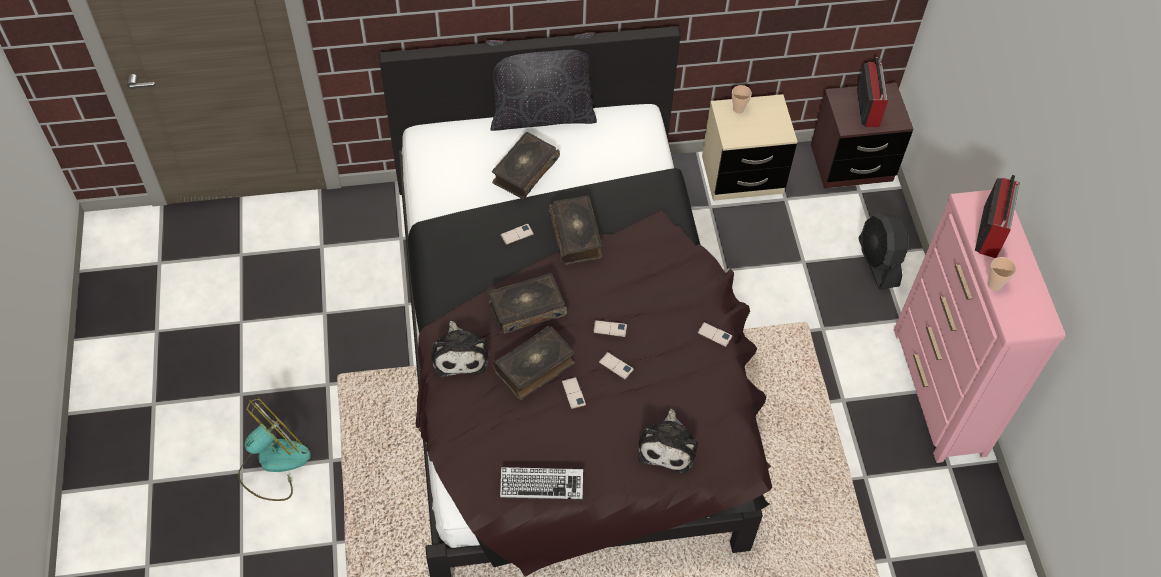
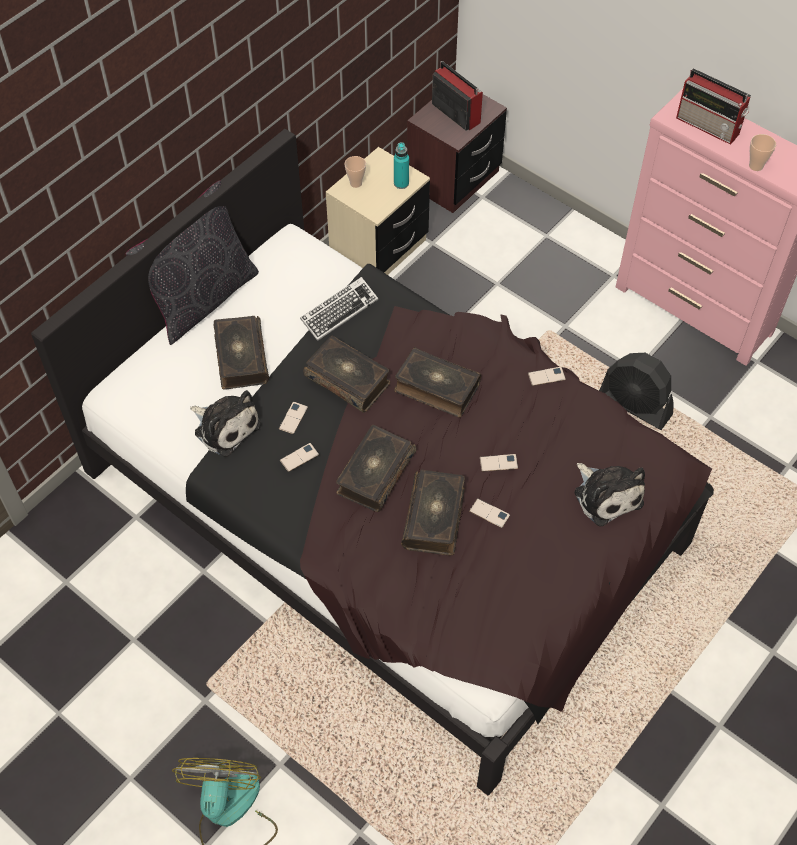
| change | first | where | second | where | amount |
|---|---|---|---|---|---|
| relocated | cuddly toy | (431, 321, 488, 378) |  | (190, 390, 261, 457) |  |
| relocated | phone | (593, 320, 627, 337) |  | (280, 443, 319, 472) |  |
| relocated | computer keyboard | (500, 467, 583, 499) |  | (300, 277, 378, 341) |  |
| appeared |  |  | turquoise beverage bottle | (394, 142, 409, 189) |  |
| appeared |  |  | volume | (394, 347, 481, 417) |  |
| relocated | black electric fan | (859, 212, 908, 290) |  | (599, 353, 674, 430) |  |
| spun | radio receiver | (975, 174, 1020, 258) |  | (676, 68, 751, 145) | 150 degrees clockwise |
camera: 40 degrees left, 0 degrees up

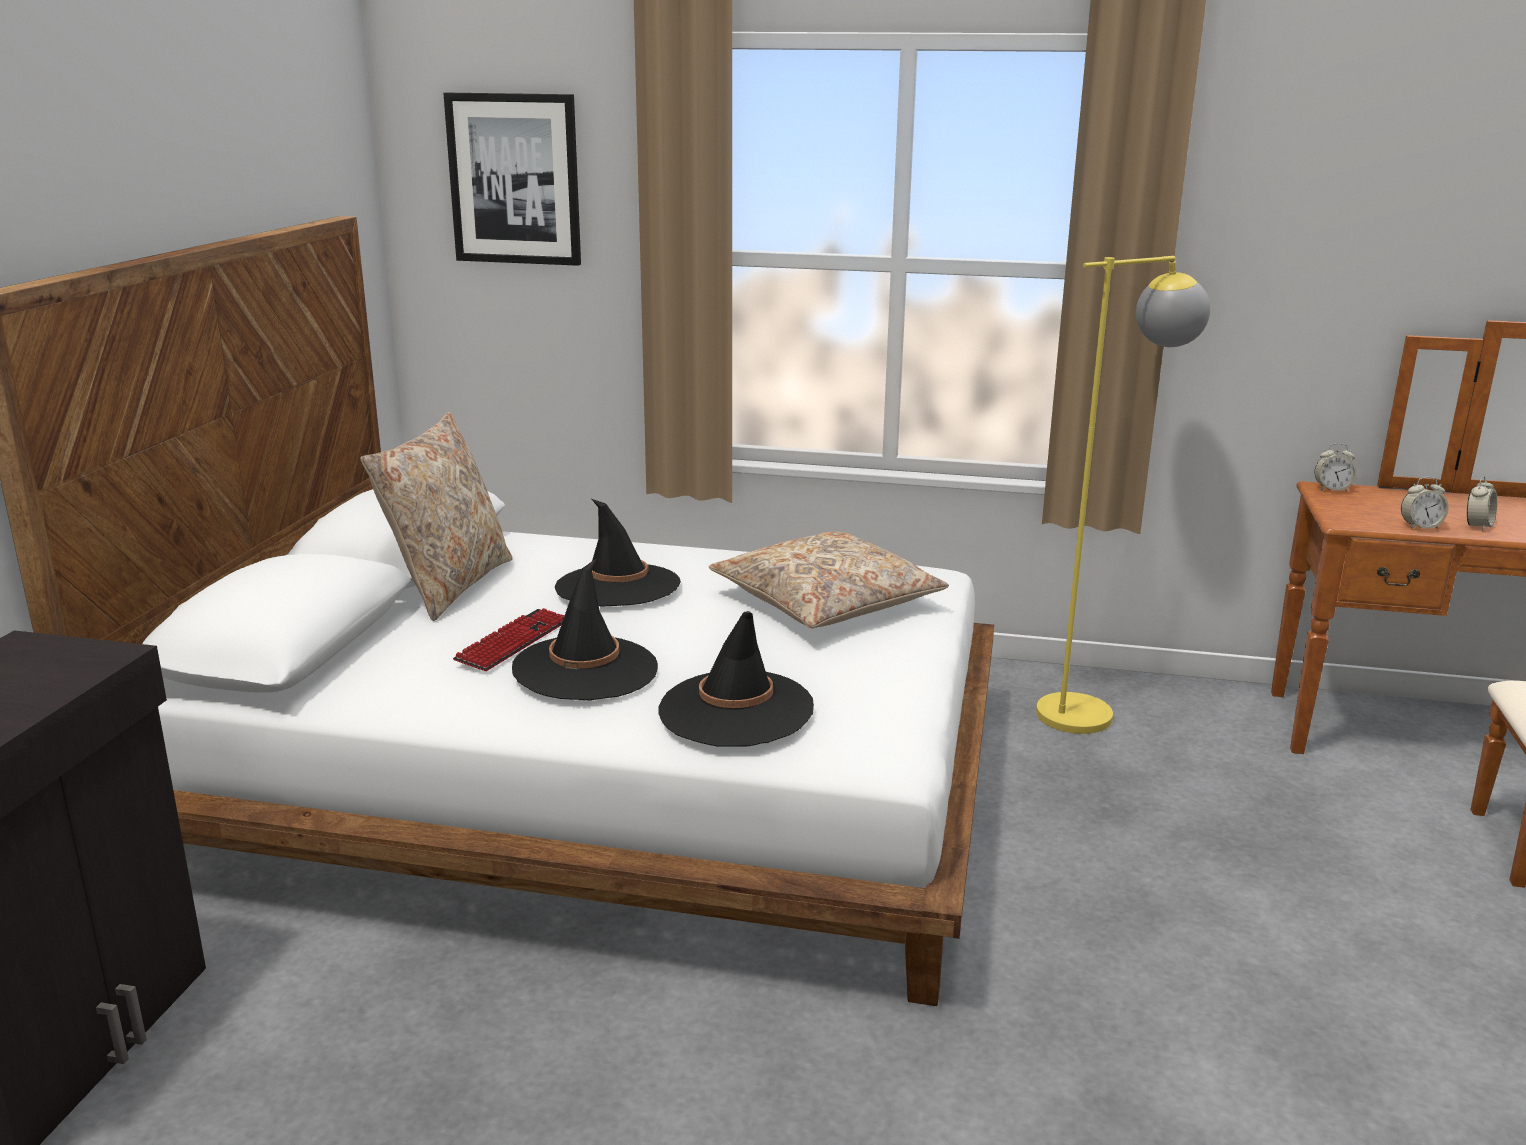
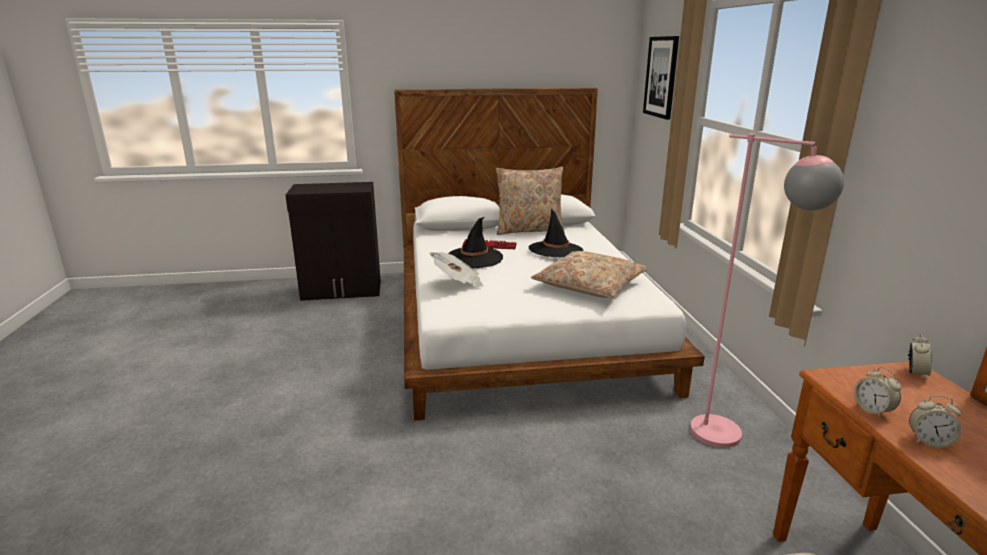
| change | first | where | second | where | amount |
|---|---|---|---|---|---|
| exchanged | black clothing hat | (659, 611, 814, 747) | printed paper | (429, 252, 484, 287) |  |
| colour | yellow-coloured standing lamp | (1036, 256, 1210, 734) | pink-coloured standing lamp | (690, 134, 844, 448) |  |
| spun | table clock | (1314, 443, 1357, 492) |  | (908, 333, 932, 380) | 135 degrees counterclockwise |
camera: 70 degrees right, 0 degrees up

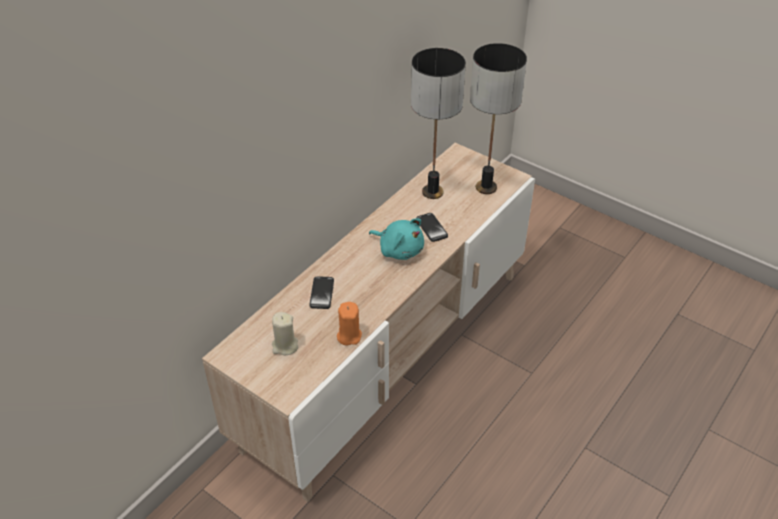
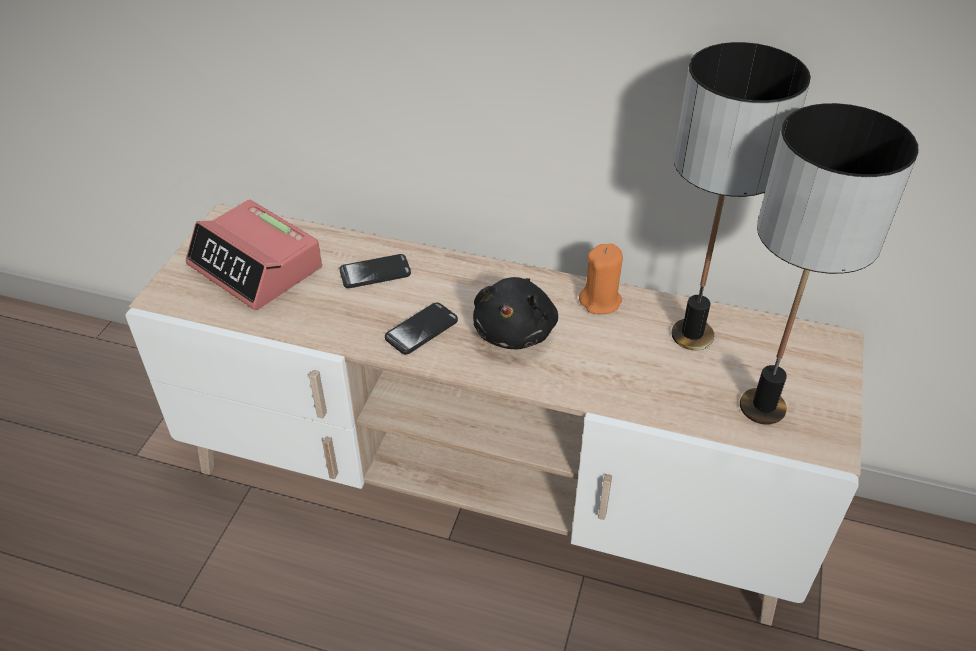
| change | first | where | second | where | amount |
|---|---|---|---|---|---|
| exchanged | beige-coloured candle | (272, 312, 298, 355) | table clock | (186, 200, 322, 310) |  |
| relocated | phone | (416, 213, 448, 242) |  | (385, 303, 458, 354) |  |
| colour | turquoise cuddly toy | (369, 218, 424, 260) | black cuddly toy | (473, 277, 558, 349) |  |
| relocated | orange-coloured candle | (337, 302, 362, 346) |  | (579, 243, 623, 314) |  |
camera: 70 degrees right, 0 degrees up

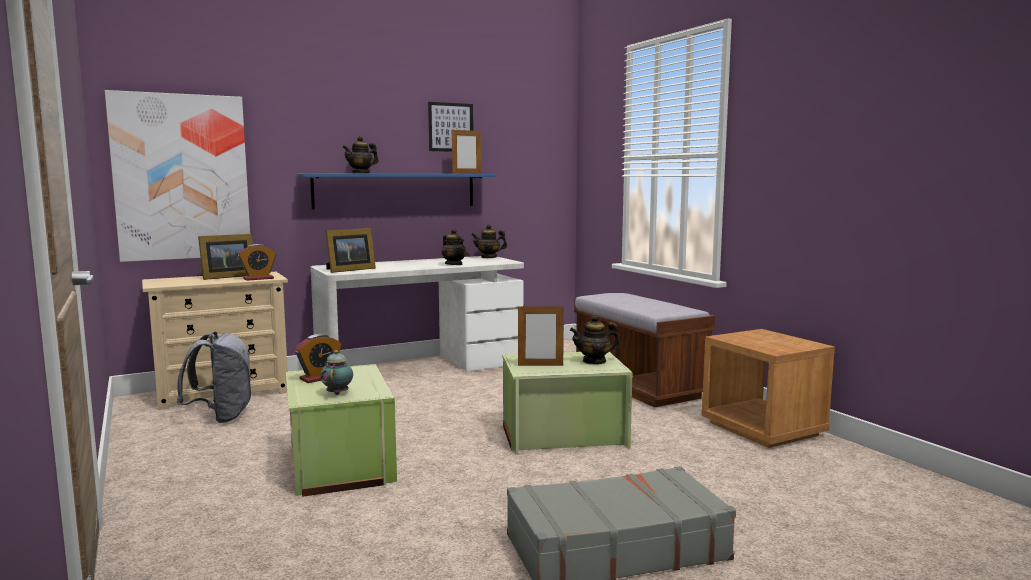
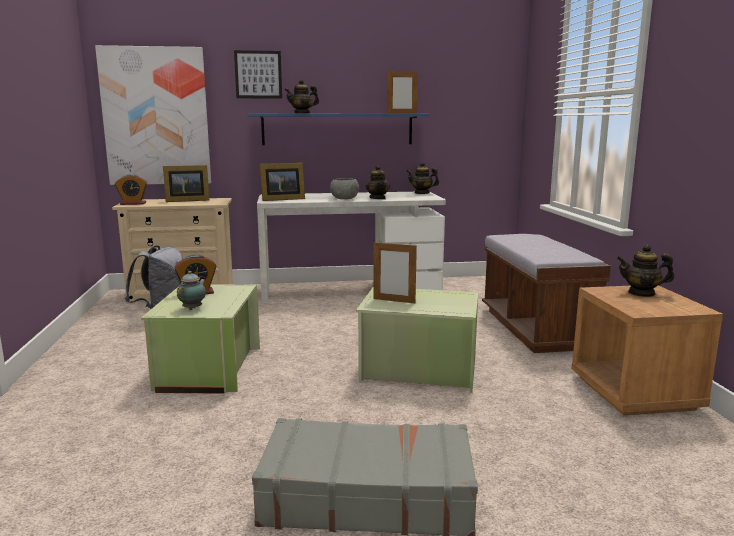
| change | first | where | second | where | amount |
|---|---|---|---|---|---|
| relocated | table clock | (238, 244, 276, 281) |  | (115, 174, 148, 205) |  |
| relocated | picture | (428, 102, 473, 152) |  | (234, 50, 282, 99) |  |
| appeared |  |  | grey serving bowl | (330, 178, 359, 200) |  |
| relocated | teapot | (570, 315, 621, 365) |  | (617, 244, 674, 297) |  |
camera: 20 degrees right, 5 degrees up

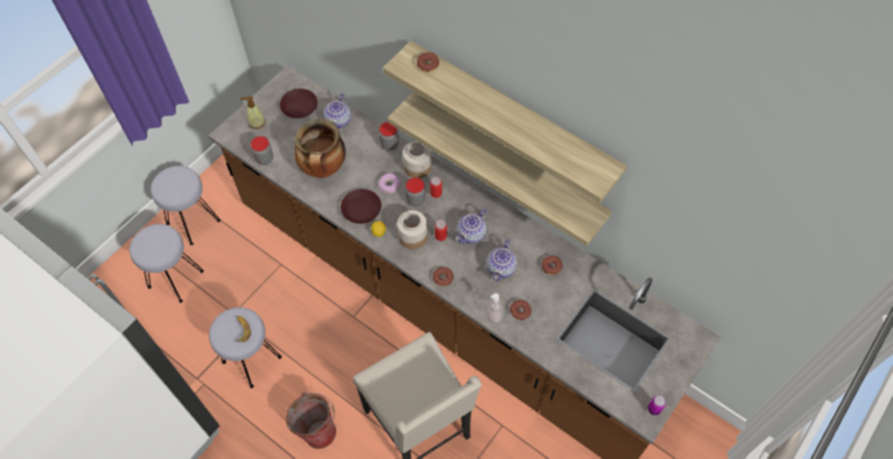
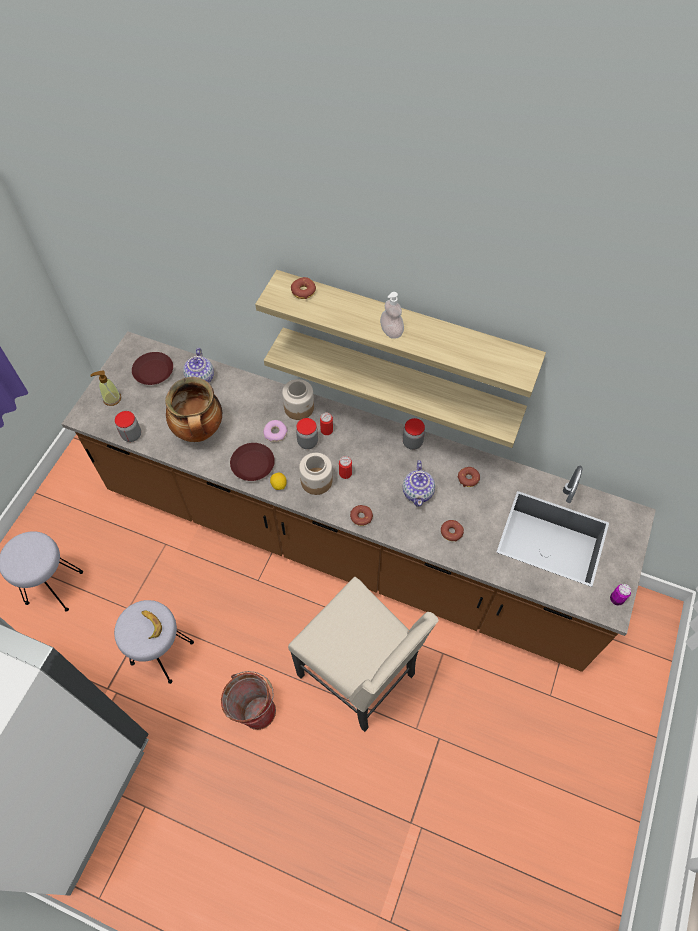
| change | first | where | second | where | amount |
|---|---|---|---|---|---|
| relocated | soap bottle | (485, 293, 504, 324) |  | (380, 292, 404, 339) |  |
| relocated | jar | (379, 122, 399, 150) |  | (403, 418, 425, 450) |  |
| missing | grey stool seat | (151, 166, 221, 245) |  |  |  |
| missing | teapot | (456, 209, 488, 244) |  |  |  |
camera: 15 degrees left, 0 degrees up

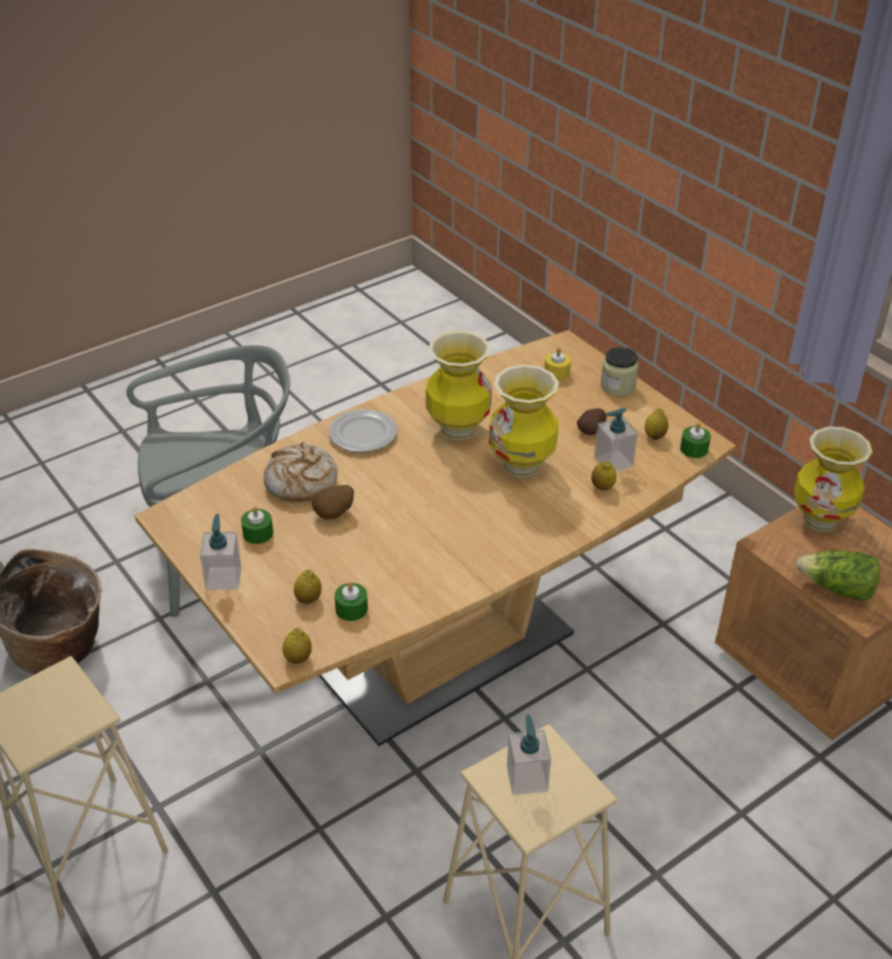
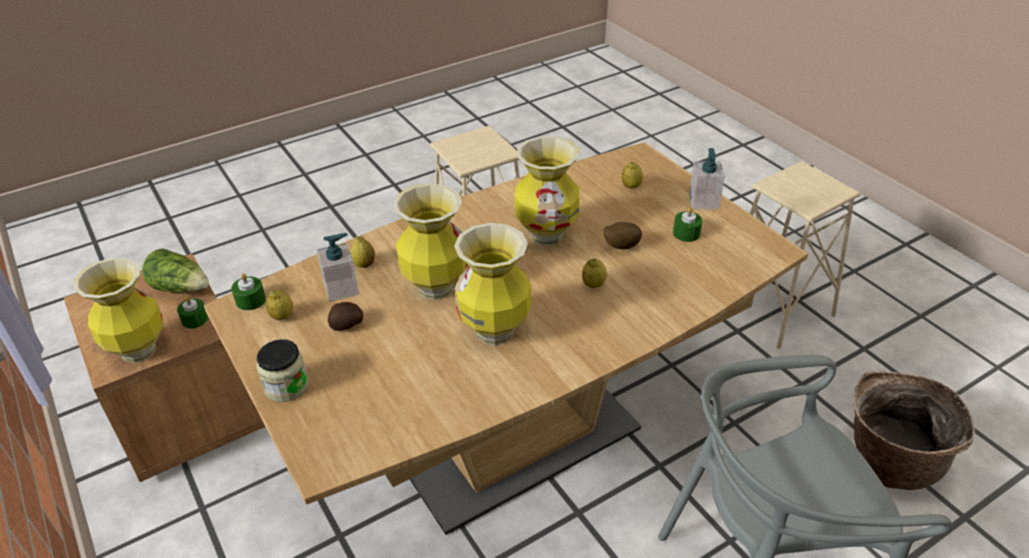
| change | first | where | second | where | amount |
|---|---|---|---|---|---|
| relocated | greenish candle | (335, 581, 368, 621) |  | (177, 296, 208, 328) |  |
| appeared |  |  | flower vase | (515, 136, 580, 246) |  |
| relocated | whole lemon | (282, 628, 312, 664) |  | (582, 258, 607, 288) |  |
| missing | bread | (264, 442, 338, 502) |  |  |  |
| missing | flat dish | (329, 409, 398, 452) |  |  |  |
| missing | soap bottle | (507, 714, 551, 795) |  |  |  |
| missing | yellow-coloured candle | (544, 347, 571, 381) |  |  |  |
camera: 175 degrees left, 0 degrees up

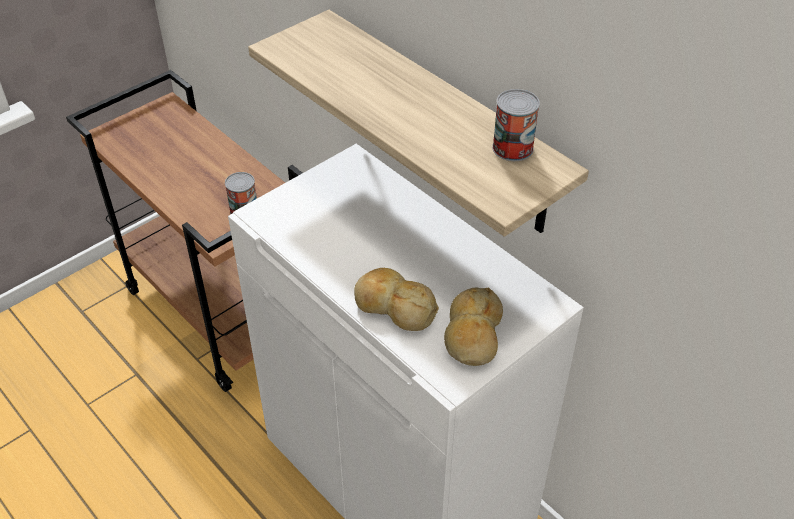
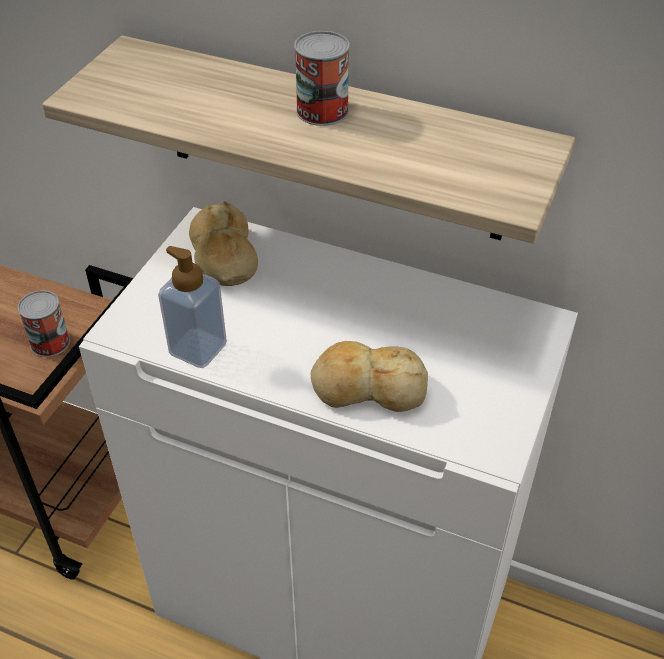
| change | first | where | second | where | amount |
|---|---|---|---|---|---|
| appeared |  |  | soap bottle | (158, 246, 227, 368) |  |
| relocated | bread | (444, 287, 503, 366) |  | (189, 201, 258, 286) |  |
| relocated | can | (492, 89, 540, 161) |  | (294, 31, 350, 126) |  |
camera: 25 degrees left, 0 degrees up

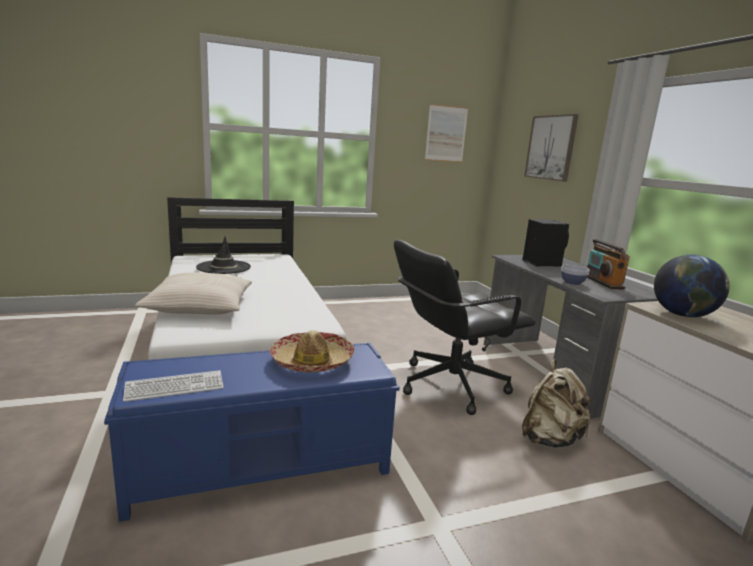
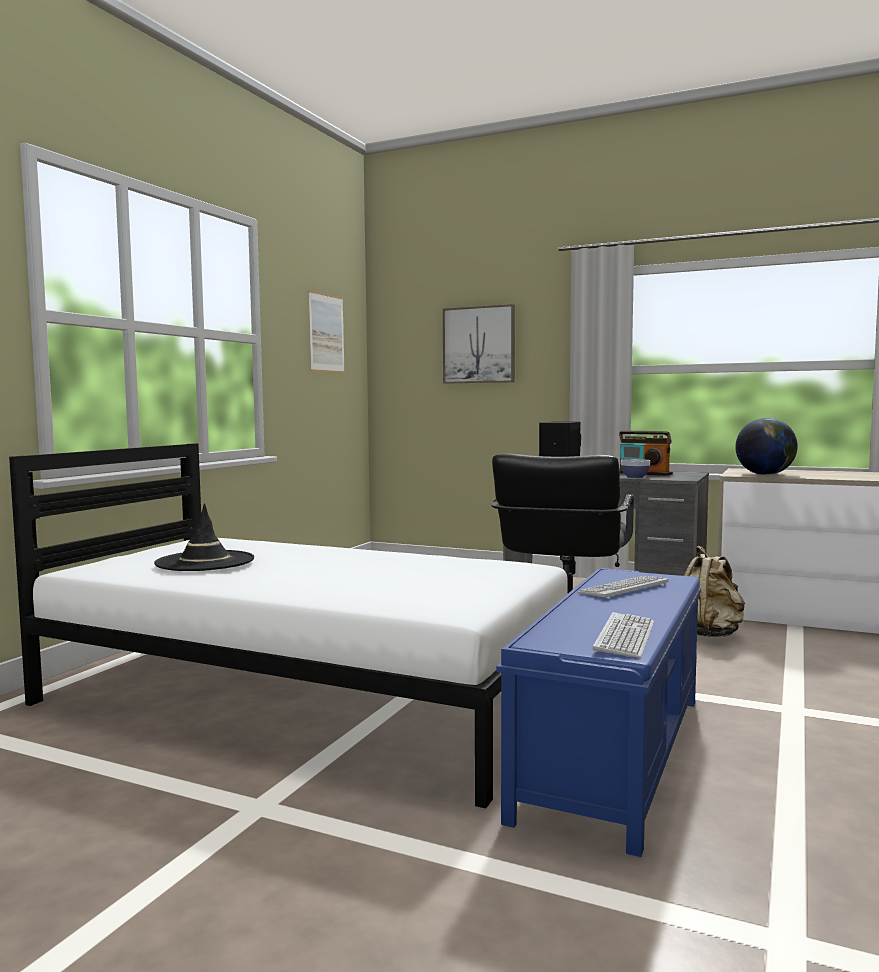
| change | first | where | second | where | amount |
|---|---|---|---|---|---|
| exchanged | clothing hat | (270, 330, 355, 372) | computer keyboard | (577, 576, 669, 599) |  |
| missing | beige-coloured throw pillow | (135, 272, 252, 315) |  |  |  |
camera: 45 degrees left, 10 degrees down

